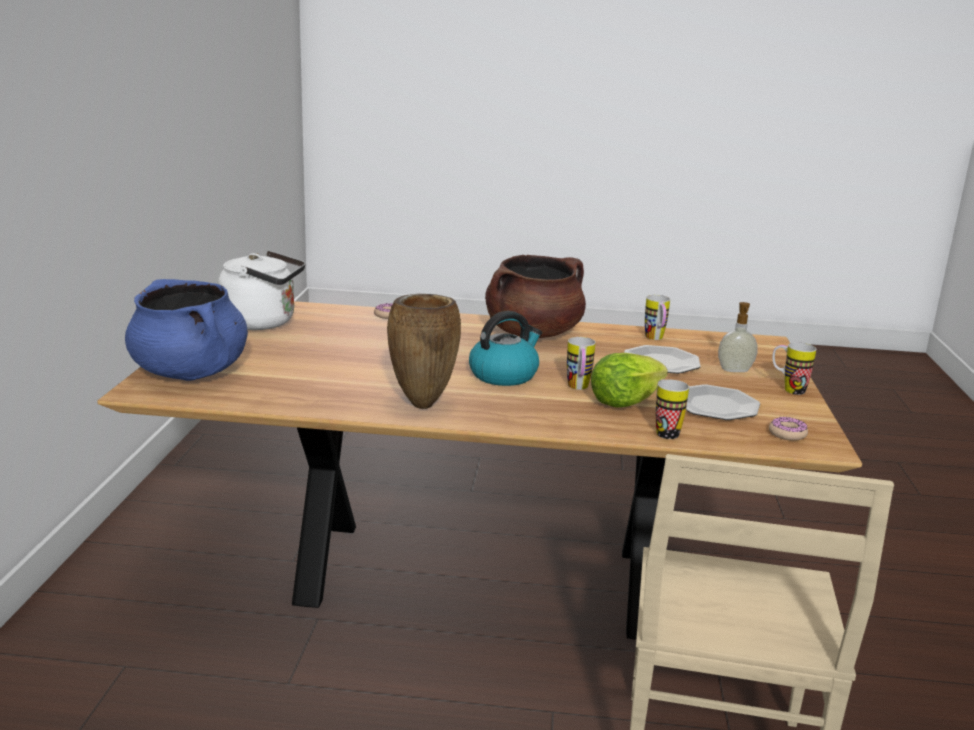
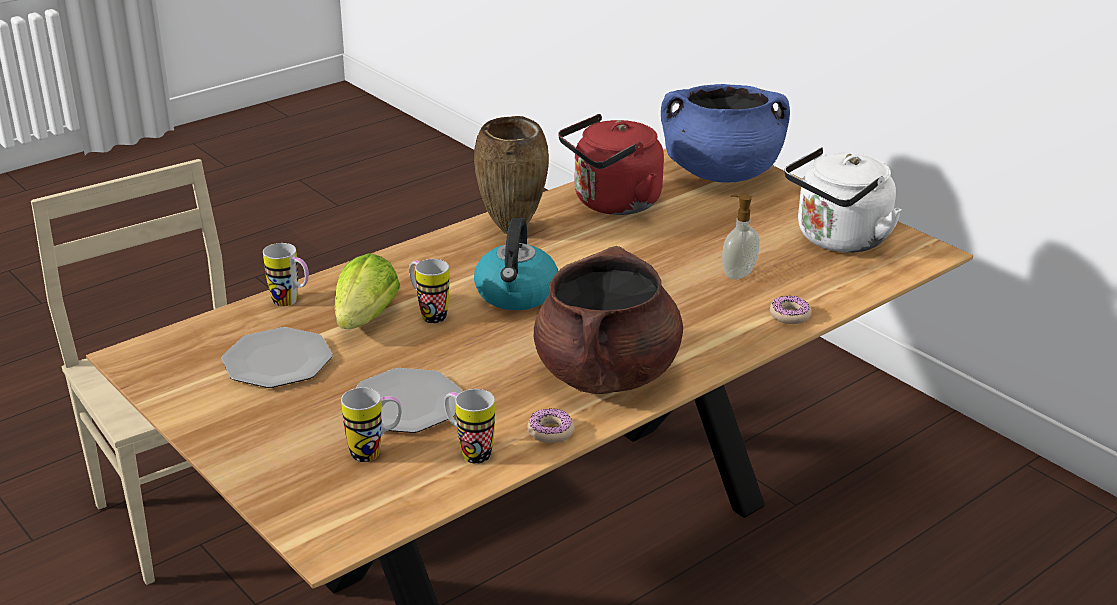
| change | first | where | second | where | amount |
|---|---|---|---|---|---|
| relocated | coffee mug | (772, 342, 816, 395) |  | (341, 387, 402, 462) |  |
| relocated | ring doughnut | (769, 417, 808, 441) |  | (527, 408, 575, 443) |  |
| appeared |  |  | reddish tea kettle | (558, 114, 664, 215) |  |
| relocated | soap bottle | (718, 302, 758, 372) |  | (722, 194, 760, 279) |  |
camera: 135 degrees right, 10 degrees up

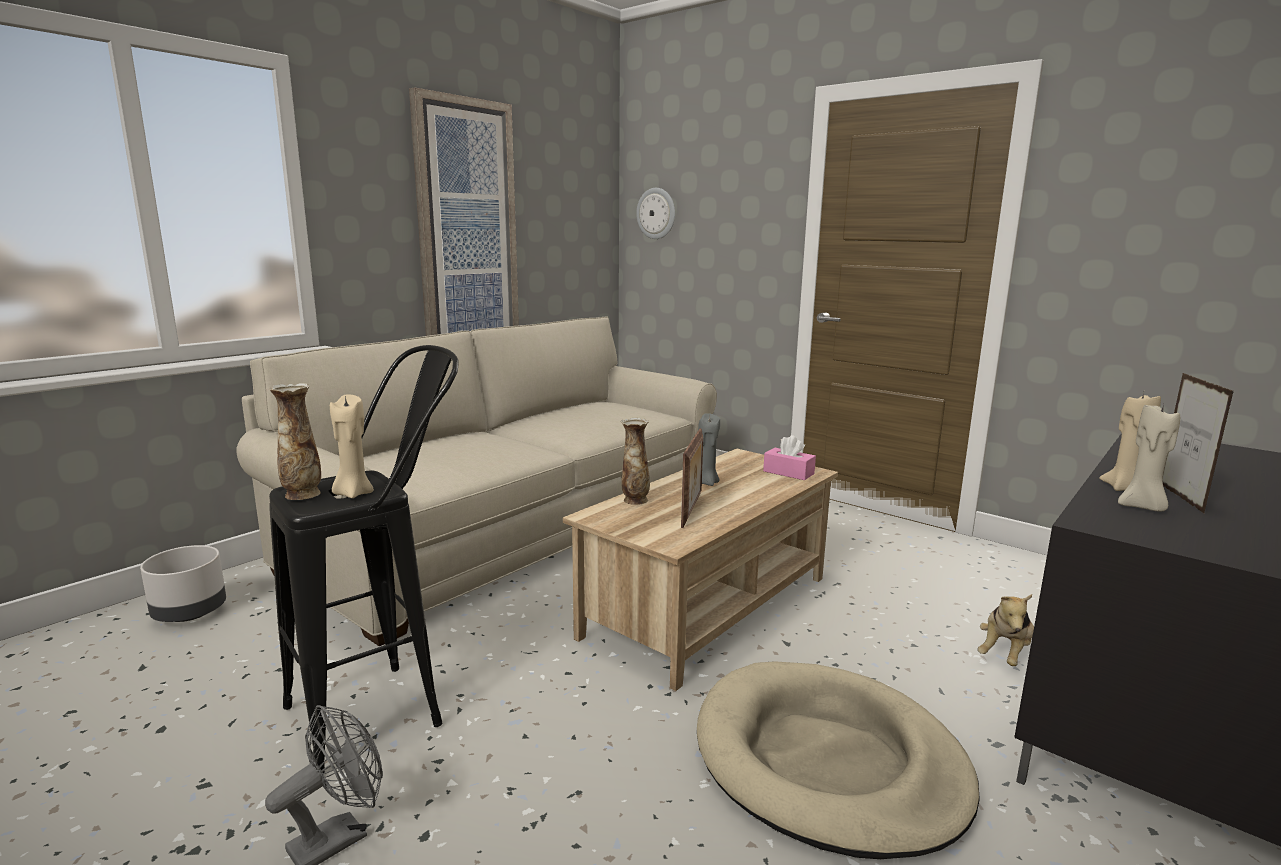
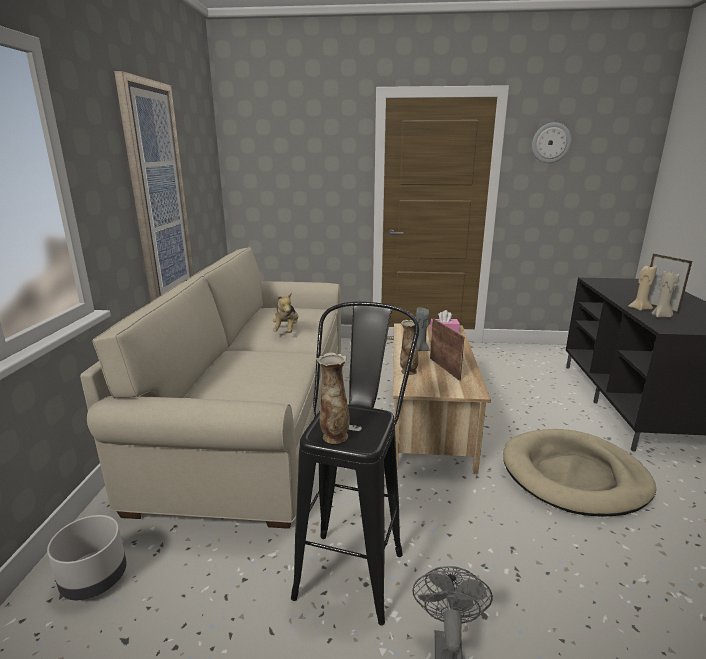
| change | first | where | second | where | amount |
|---|---|---|---|---|---|
| relocated | cuddly toy | (977, 594, 1034, 666) |  | (273, 293, 298, 333) |  |
| relocated | wall clock | (636, 188, 675, 239) |  | (532, 122, 571, 163) |  |
| missing | beige-coloured candle | (330, 395, 374, 498) |  |  |  |
camera: 35 degrees left, 5 degrees up

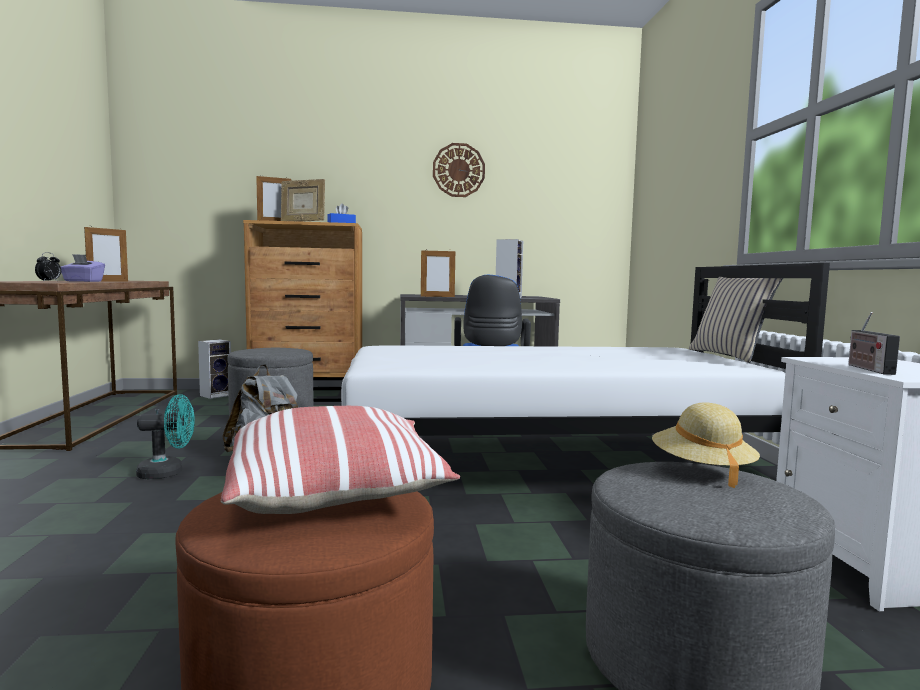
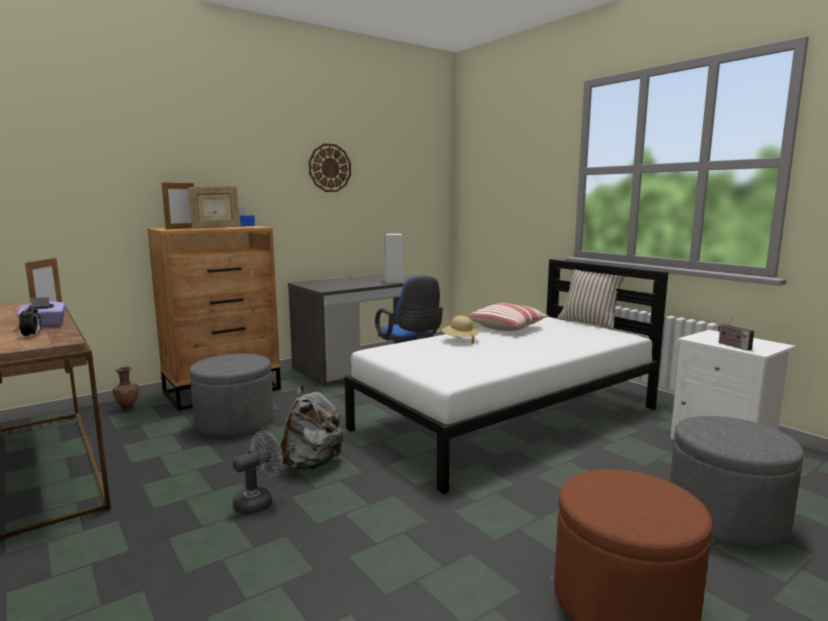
| change | first | where | second | where | amount |
|---|---|---|---|---|---|
| exchanged | speaker | (198, 339, 231, 399) | brown flower vase | (113, 367, 139, 411) |  |
| colour | turquoise electric fan | (136, 394, 195, 479) | grey electric fan | (233, 431, 283, 515) |  |
| relocated | beige-coloured clothing hat | (652, 403, 760, 488) |  | (442, 316, 479, 344) |  |
| relocated | throw pillow | (221, 406, 460, 514) |  | (466, 303, 549, 331) |  |
| missing | photo frame | (421, 249, 455, 297) |  |  |  |
camera: 30 degrees left, 5 degrees up

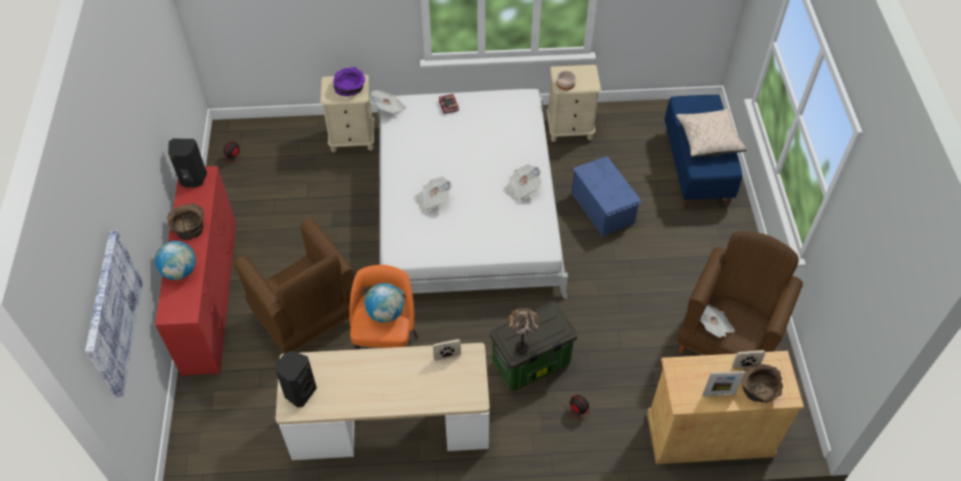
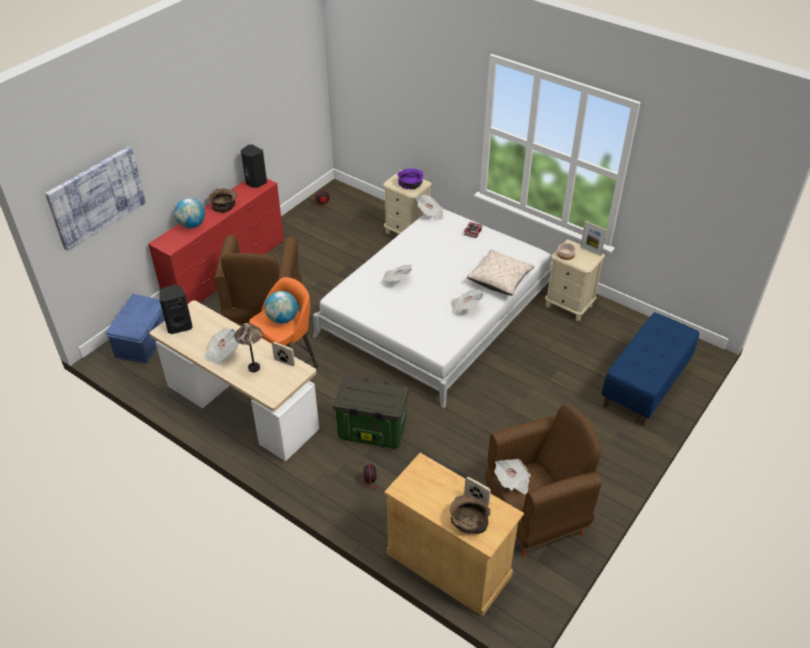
| change | first | where | second | where | amount |
|---|---|---|---|---|---|
| relocated | blue-coloured storage box | (571, 156, 642, 237) |  | (105, 294, 165, 364) |  |
| appeared |  |  | printed paper | (203, 328, 239, 365) |  |
| relocated | lamp for a table | (508, 308, 539, 354) |  | (234, 323, 263, 372) |  |
| relocated | beige-coloured throw pillow | (676, 109, 746, 157) |  | (467, 249, 535, 296) |  |
| relocated | photo frame | (702, 371, 745, 397) |  | (580, 221, 607, 256) |  |
camera: 40 degrees right, 10 degrees down

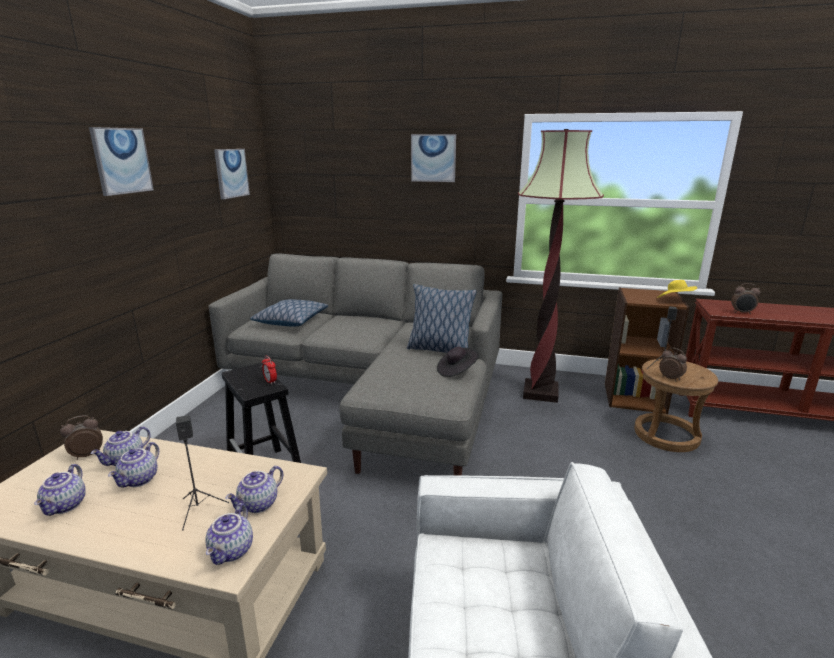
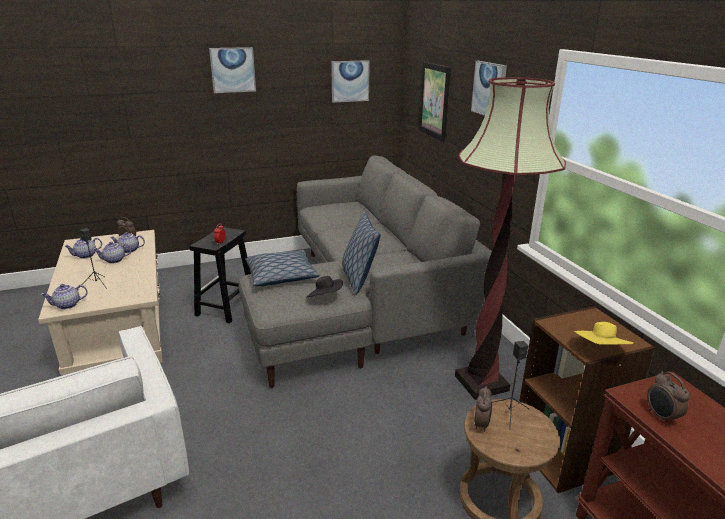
| change | first | where | second | where | amount |
|---|---|---|---|---|---|
| relocated | throw pillow | (250, 299, 328, 326) |  | (245, 250, 320, 286) |  |
| appeared |  |  | picture | (418, 62, 451, 142) |  |
| missing | teapot | (225, 466, 283, 513) |  |  |  |
camera: 55 degrees right, 5 degrees up

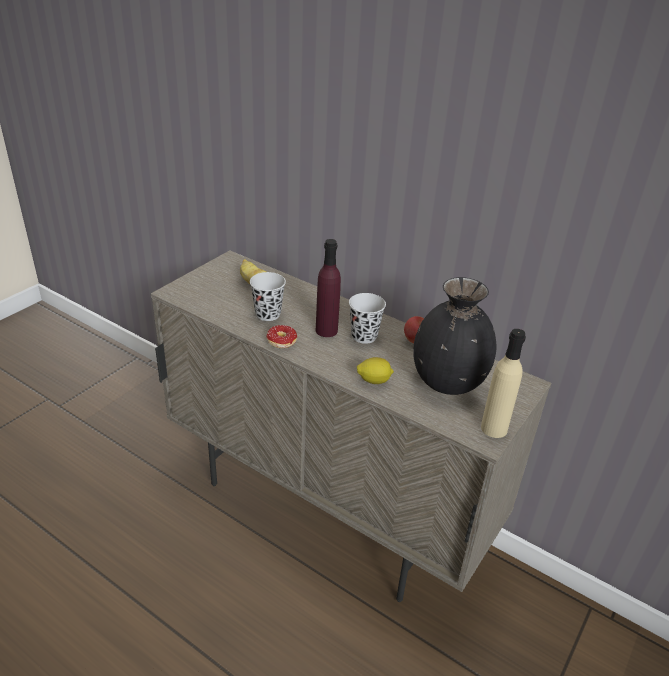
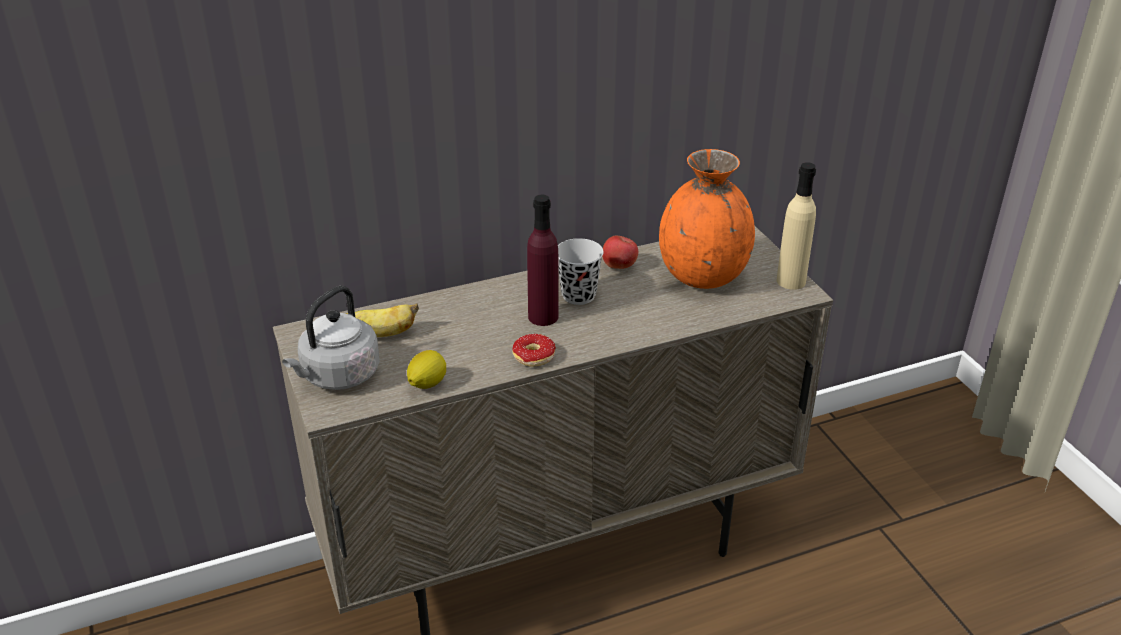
| change | first | where | second | where | amount |
|---|---|---|---|---|---|
| appeared |  |  | grey tea kettle | (282, 286, 380, 390) |  |
| relocated | whole lemon | (357, 357, 394, 384) |  | (407, 350, 446, 389) |  |
| colour | black flower vase | (413, 277, 496, 395) | orange-coloured flower vase | (659, 149, 755, 289) |  |
| missing | black cup | (250, 272, 286, 321) |  |  |  |
camera: 55 degrees left, 0 degrees up

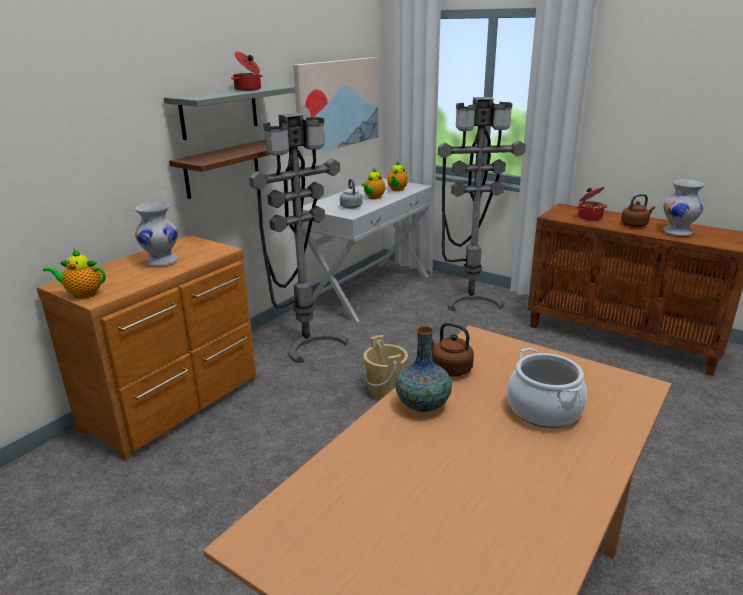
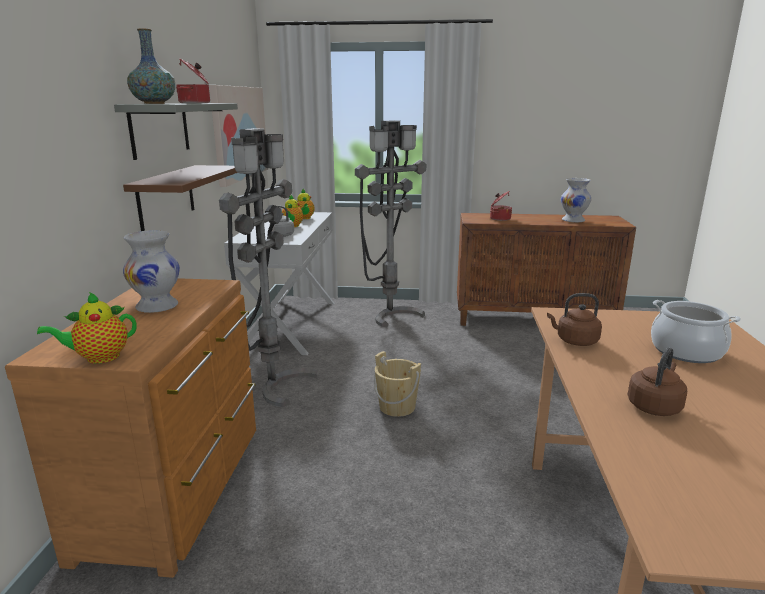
| change | first | where | second | where | amount |
|---|---|---|---|---|---|
| relocated | flower vase | (395, 326, 452, 412) |  | (127, 28, 175, 104) |  |
| relocated | brown tea kettle | (621, 194, 655, 227) |  | (627, 348, 687, 416) |  |
camera: 30 degrees left, 5 degrees down

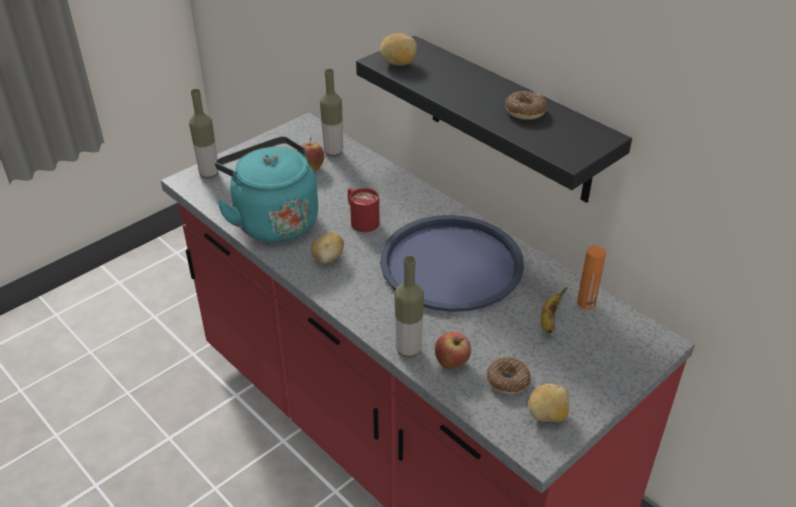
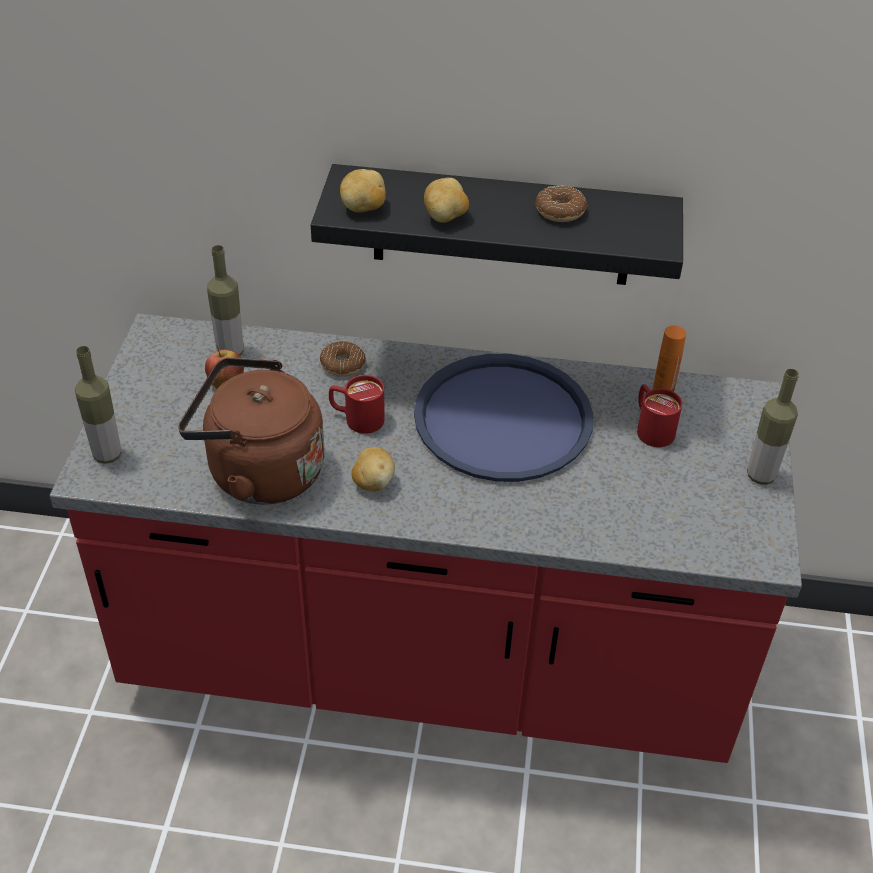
| change | first | where | second | where | amount |
|---|---|---|---|---|---|
| colour | turquoise tea kettle | (215, 136, 318, 242) | brown tea kettle | (178, 357, 325, 505) |  |
| relocated | ring doughnut | (487, 357, 531, 394) |  | (320, 341, 366, 377) |  |
| relocated | potato | (529, 384, 569, 422) |  | (424, 178, 469, 223) |  |
| exchanged | whole banana | (541, 287, 567, 333) | reddish coffee mug | (637, 384, 682, 447) |  |
| relocated | beverage bottle | (395, 256, 424, 358) |  | (747, 369, 799, 485) |  |
| missing | whole apple | (435, 332, 471, 369) |  |  |  |
camera: 40 degrees left, 5 degrees up

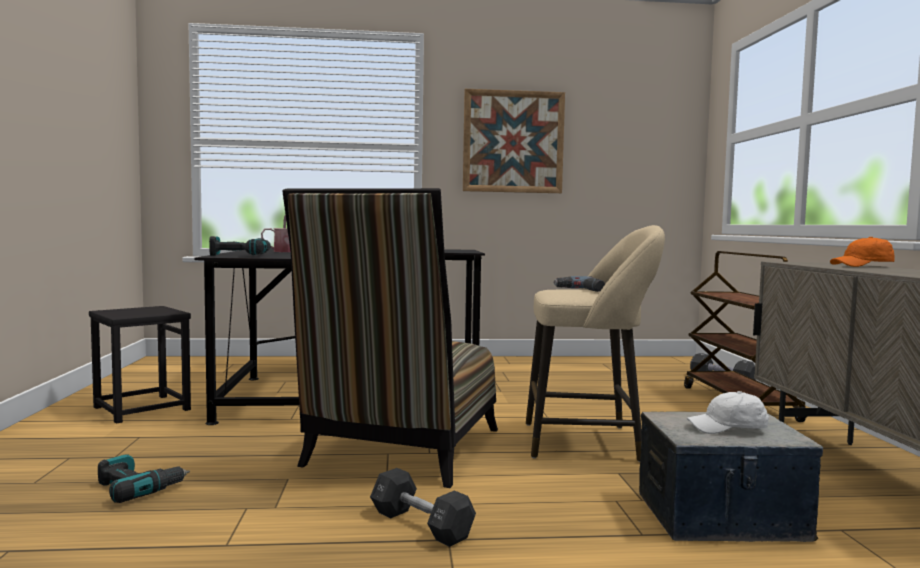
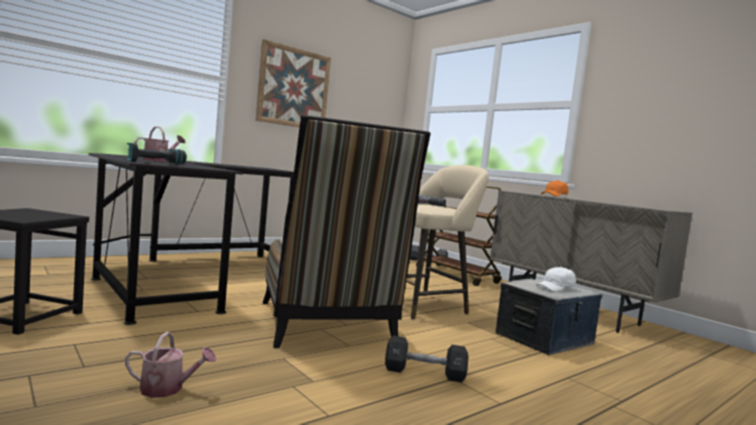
| change | first | where | second | where | amount |
|---|---|---|---|---|---|
| exchanged | drill | (98, 454, 190, 503) | sprinkling can | (125, 332, 216, 398) |  |
camera: 35 degrees left, 0 degrees up

